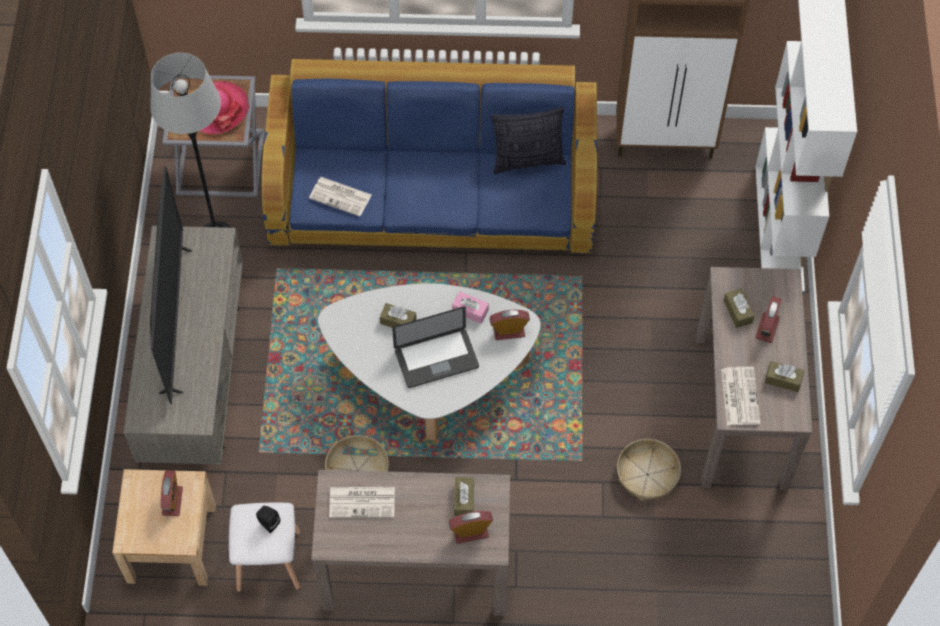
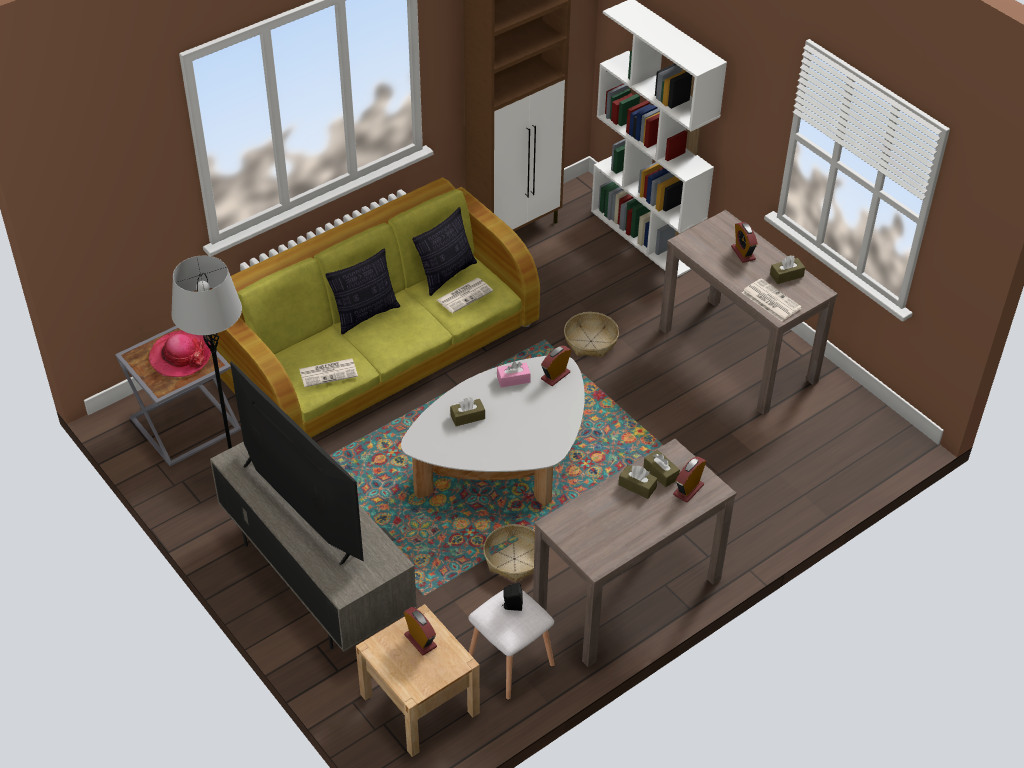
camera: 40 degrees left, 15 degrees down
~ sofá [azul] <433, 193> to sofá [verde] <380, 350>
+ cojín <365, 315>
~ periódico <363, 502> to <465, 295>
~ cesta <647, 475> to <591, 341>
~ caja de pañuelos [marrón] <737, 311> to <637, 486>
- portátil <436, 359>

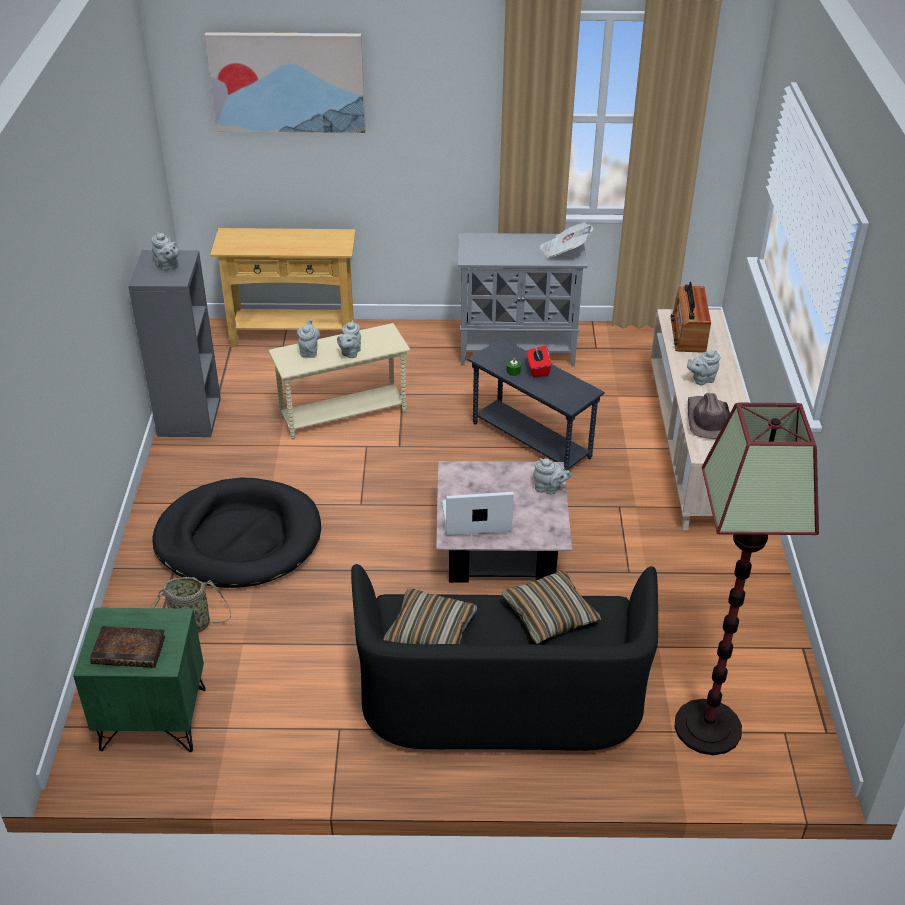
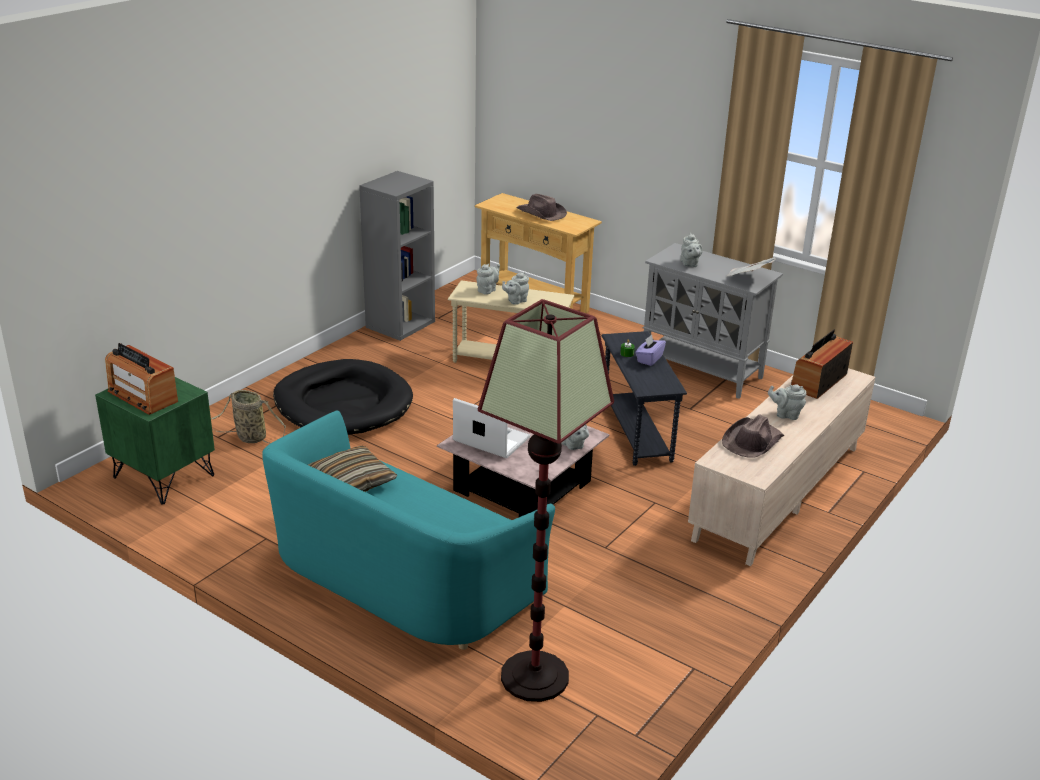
camera: 35 degrees right, 10 degrees down
~ libro <131, 650> to radio <142, 396>
~ sofá [negro] <501, 699> to sofá [turquesa] <398, 577>
+ sombrero [marrón] <541, 213>
~ caja de pañuelos [rojo] <537, 369> to caja de pañuelos [morado] <649, 359>
~ tetera [gris] <167, 266> to <689, 264>
- cuadro <287, 82>
- cojín <549, 615>

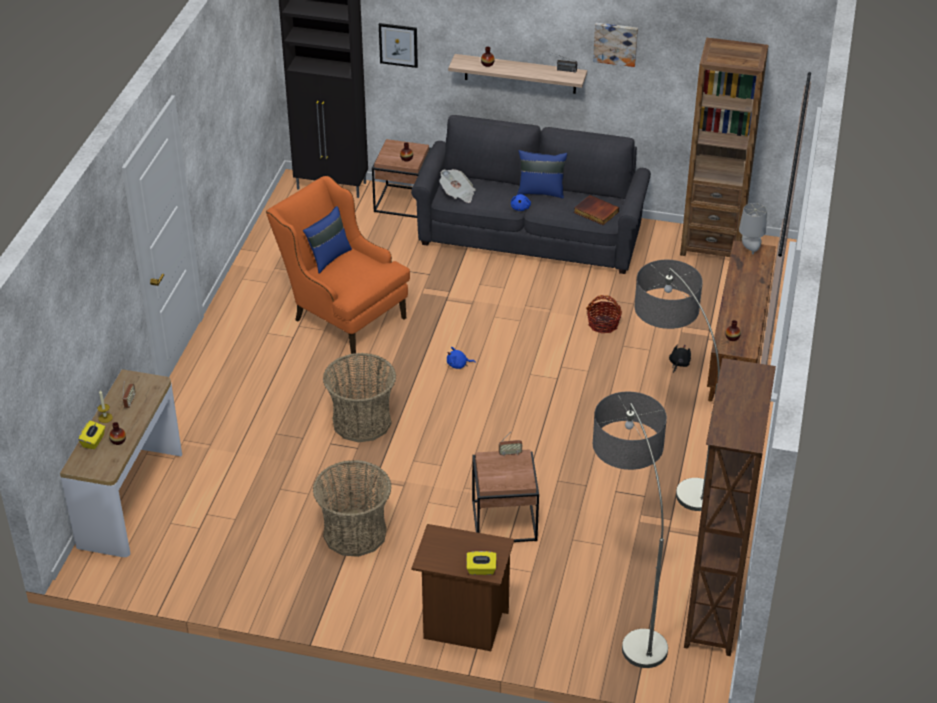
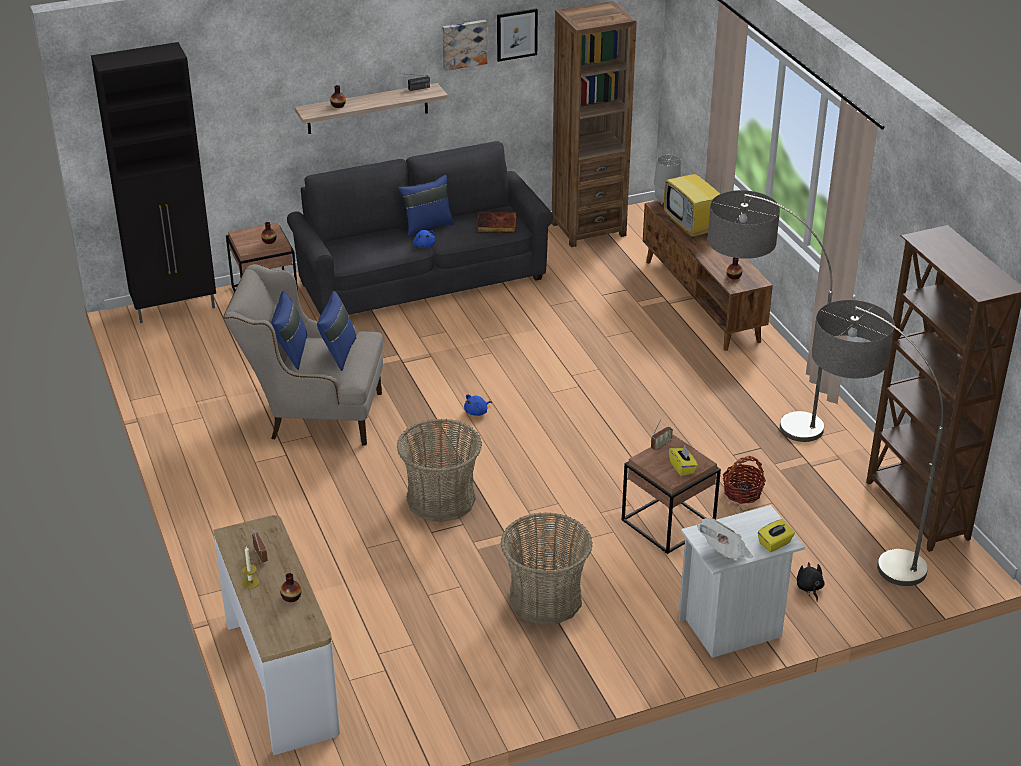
camera: 35 degrees left, 5 degrees down
~ sillón [naranja] <342, 314> to sillón [beis] <313, 414>
+ cojín [azul] <338, 353>
~ cuadro <398, 45> to <516, 34>
+ televisor <693, 226>
~ caja de pañuelos [amarillo] <93, 441> to <682, 468>
~ mesita de noche [marrón] <462, 625> to mesita de noche [blanco] <732, 628>
~ periódico <457, 194> to <724, 551>
~ cesta <603, 324> to <742, 492>
~ peluche [negro] <679, 364> to <809, 588>

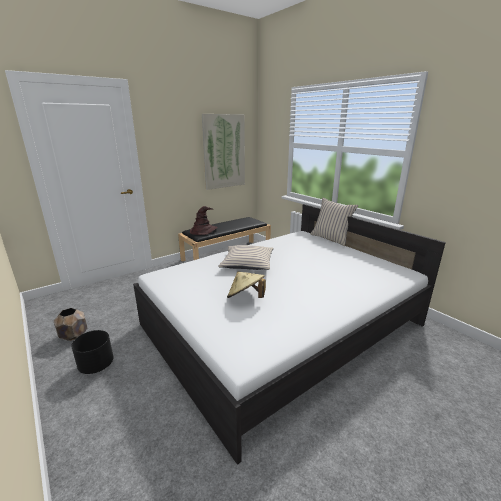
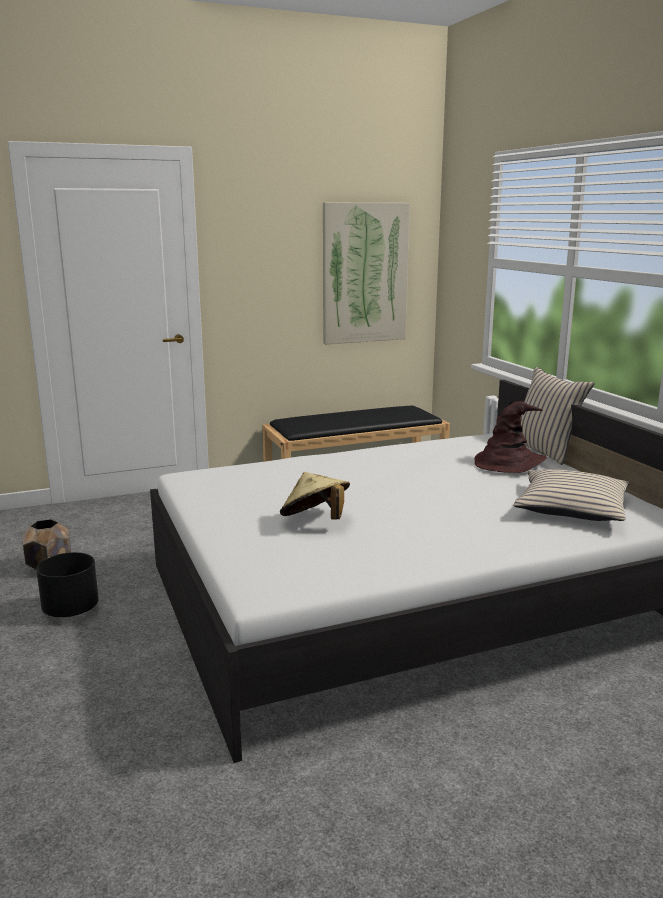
camera: 15 degrees right, 5 degrees down
~ sombrero [marrón] <203, 230> to <508, 462>
~ cojín [beis] <247, 263> to <571, 508>

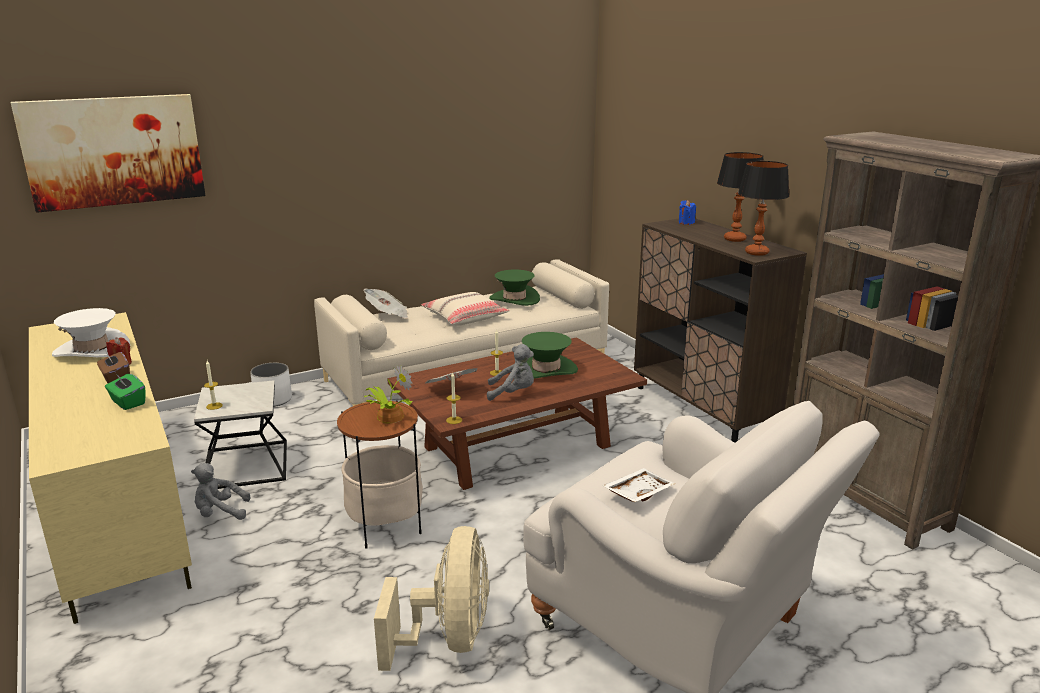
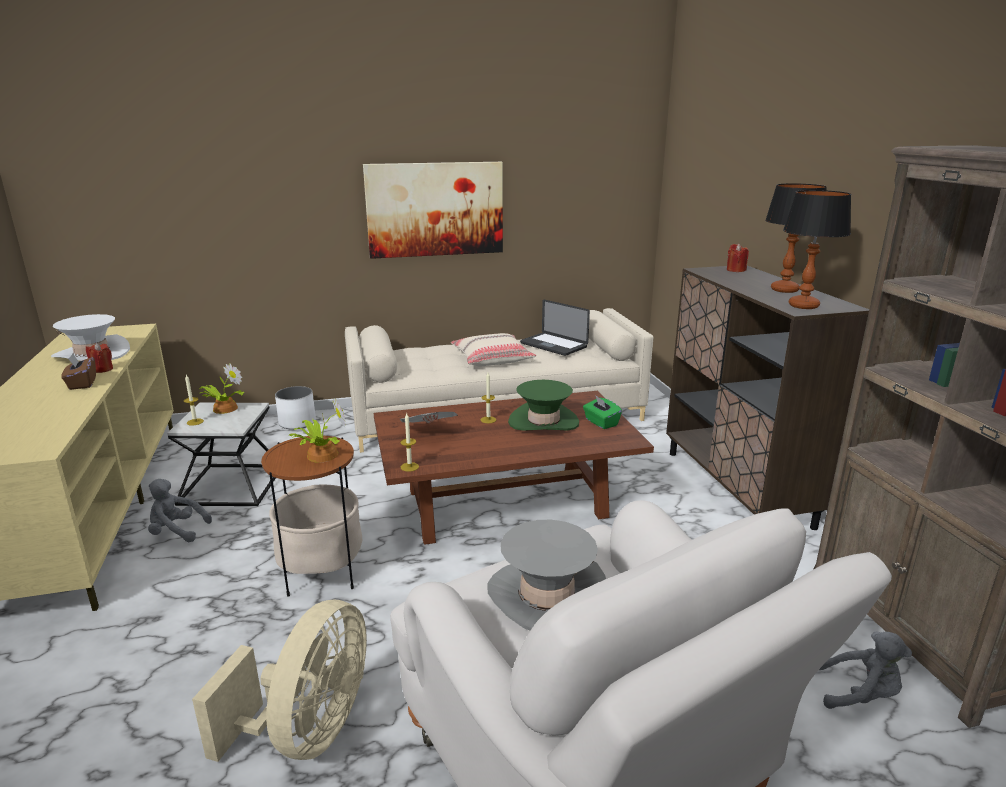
camera: 15 degrees right, 0 degrees up
+ planta en maceta <223, 409>
~ cuadro <114, 151> to <435, 209>
~ bandeja [blanco] <637, 493> to sombrero [gris] <547, 596>
~ sombrero [verde] <514, 299> to portátil <553, 345>
~ caja de pañuelos [verde] <127, 402> to <601, 422>
~ vela [azul] <686, 222> to vela [rojo] <735, 270>
~ peluche [gris] <513, 393> to <860, 695>
- periódico <388, 314>

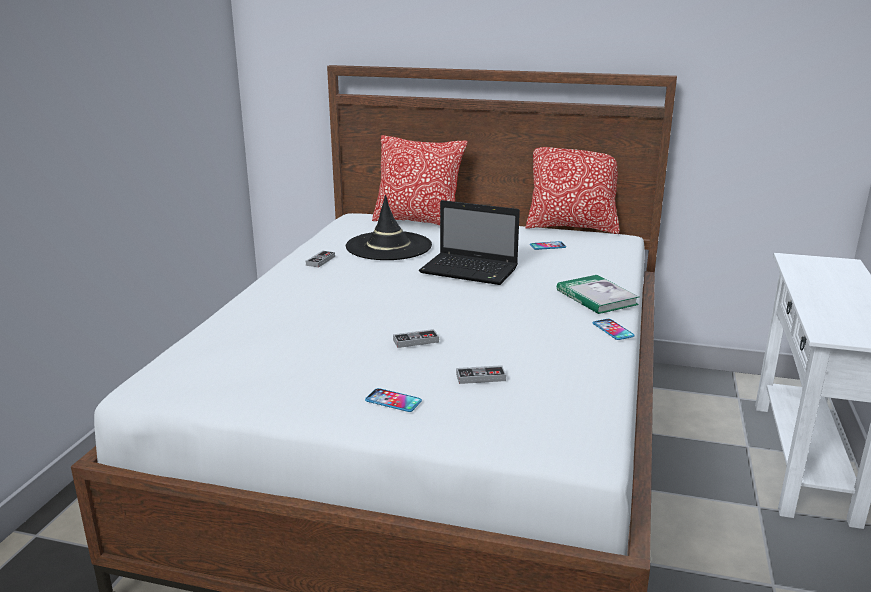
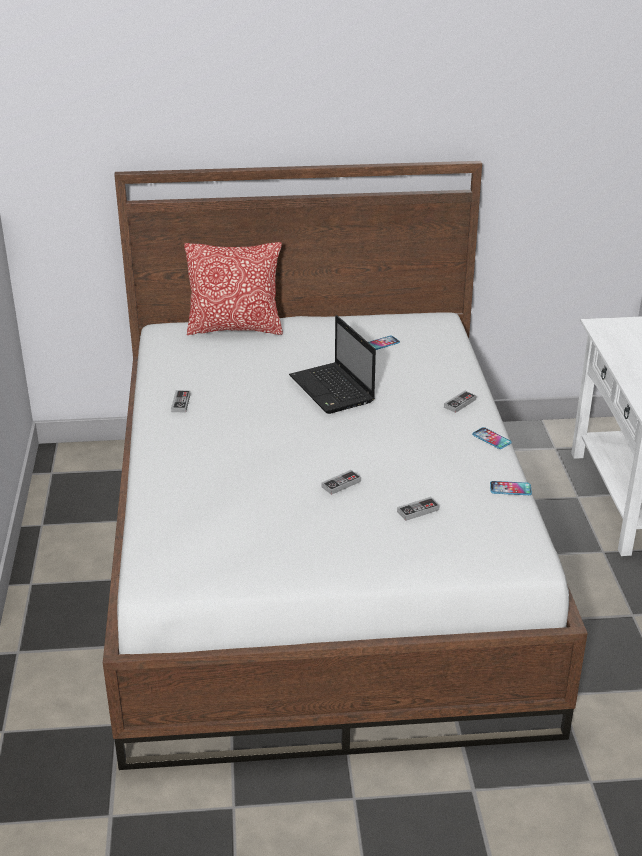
camera: 20 degrees left, 10 degrees up
~ portátil <471, 270> = <333, 390> 60 degrees clockwise
~ libro <596, 297> to mando de consola <460, 403>
~ móvil <393, 401> to <510, 489>
- sombrero [negro] <388, 246>
- cojín <572, 227>

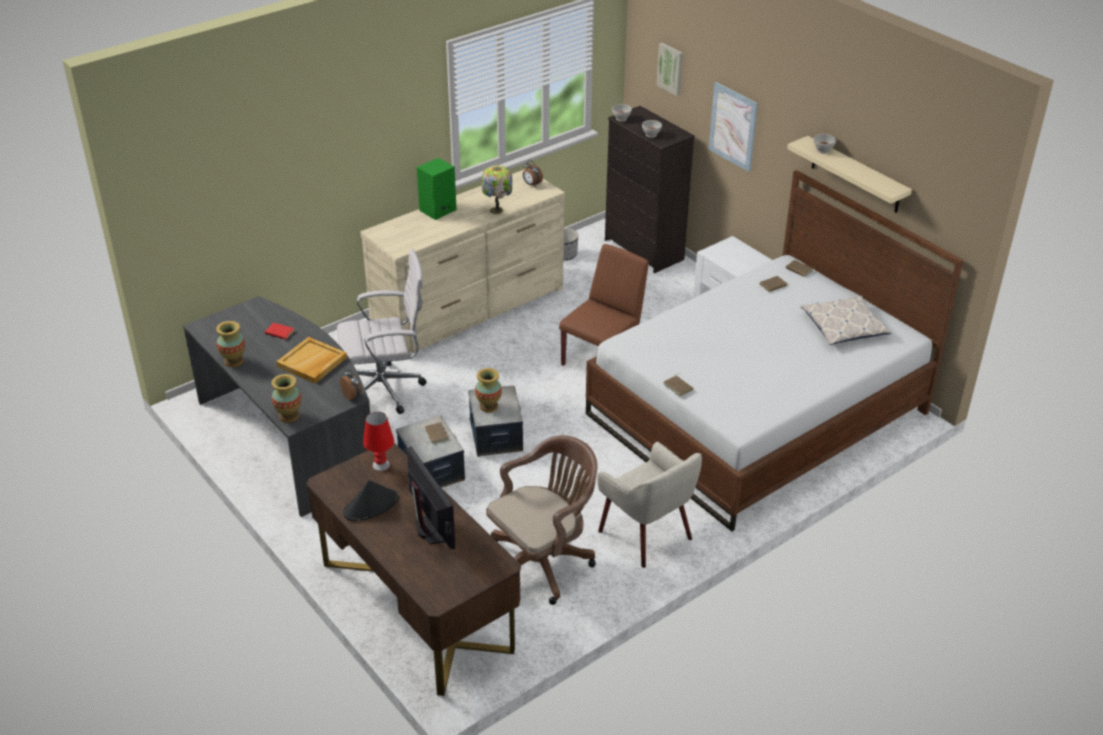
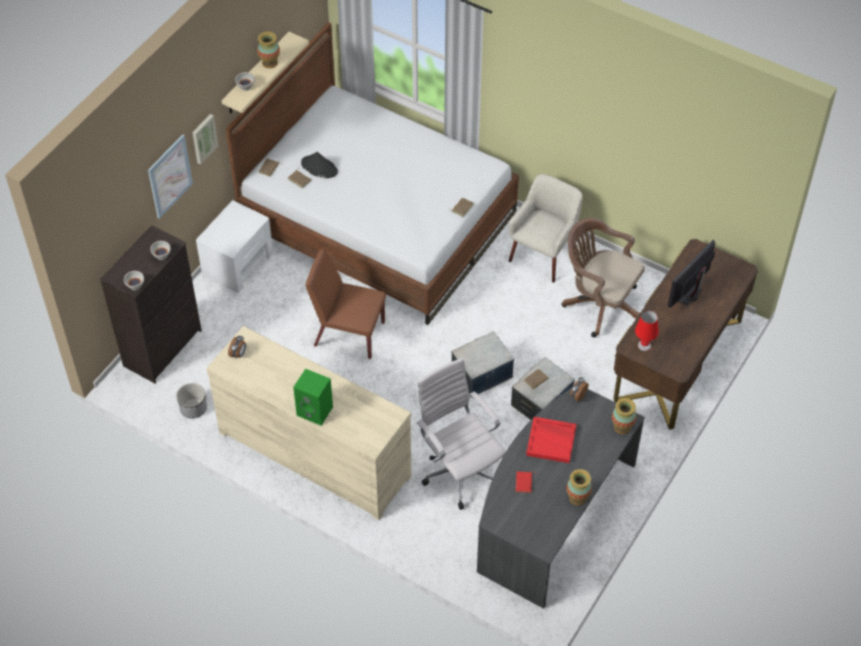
camera: 110 degrees left, 15 degrees up
~ cuadro <671, 68> to <203, 138>
~ florero <488, 406> to <270, 63>
~ sombrero [negro] <371, 505> to <319, 167>
~ bandeja [beis] <312, 362> to bandeja [rojo] <551, 441>
- lámpara de mesa <497, 211>
- cojín <844, 327>

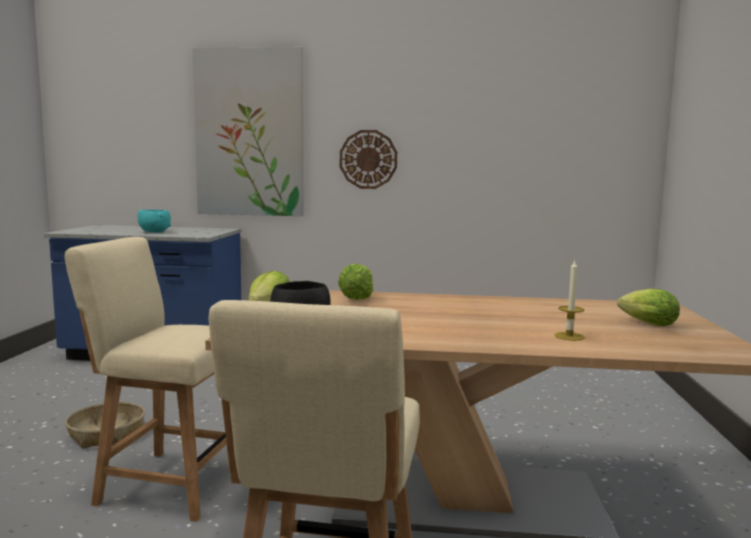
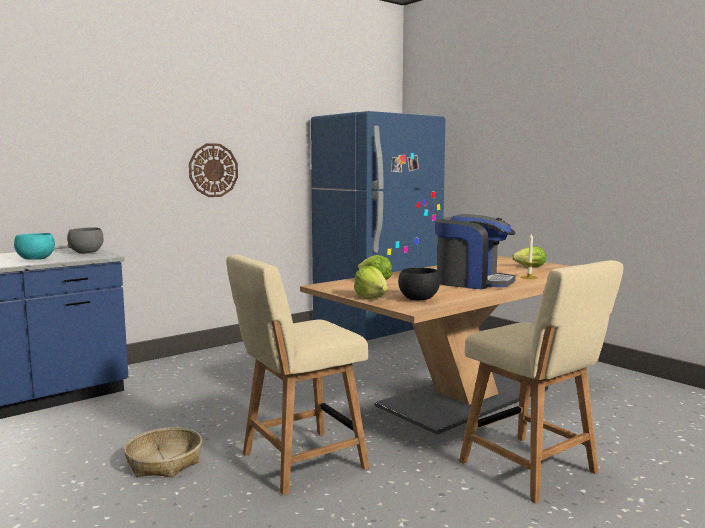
camera: 45 degrees left, 0 degrees up
+ cuenco [gris] <87, 252>
+ nevera [azul] <377, 328>
+ cafetera <472, 282>
- cuadro <249, 133>

